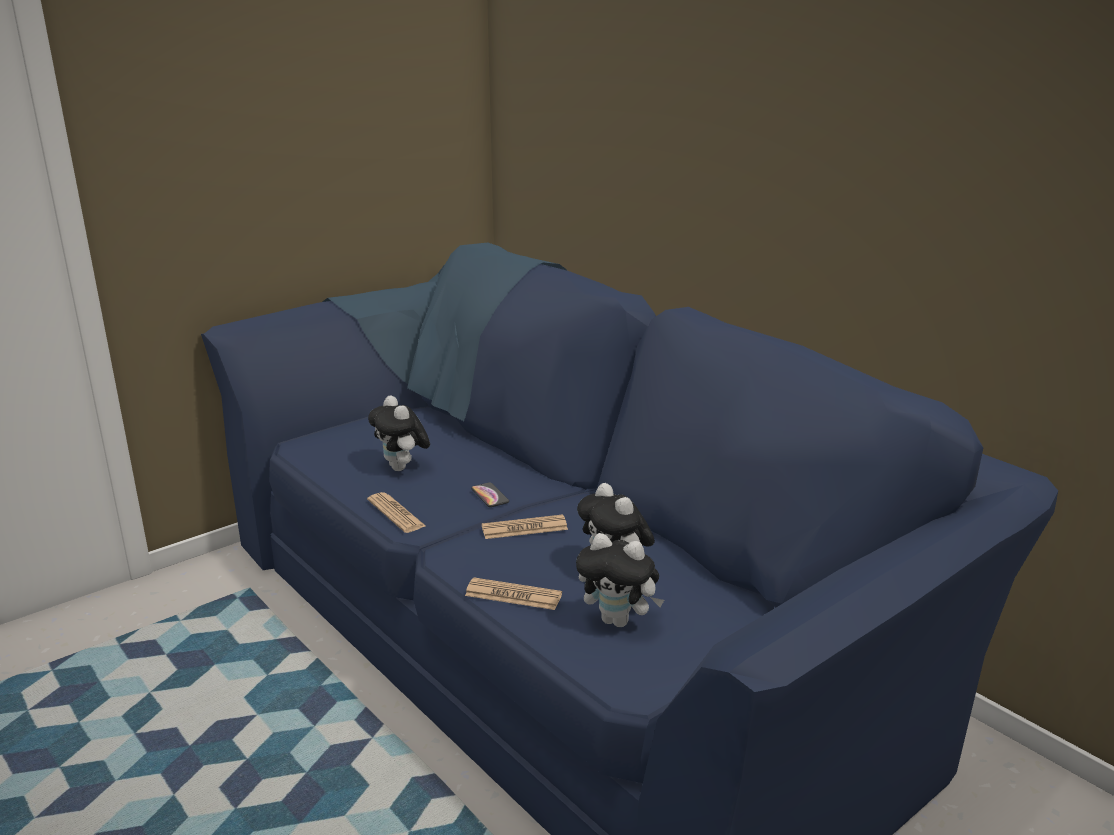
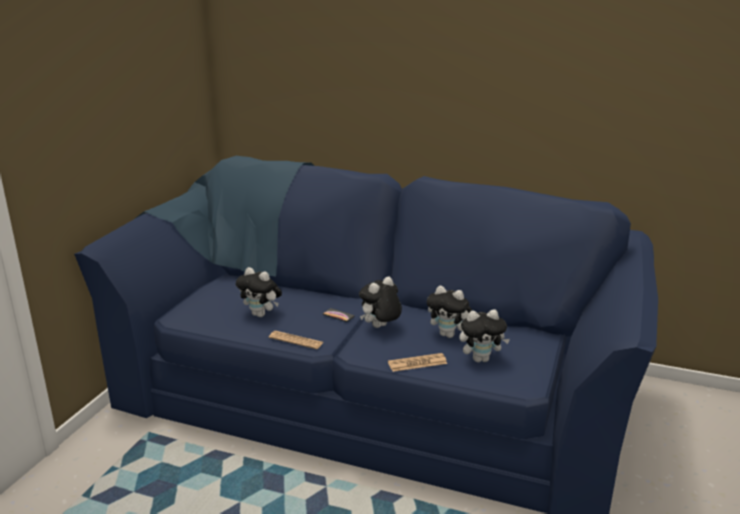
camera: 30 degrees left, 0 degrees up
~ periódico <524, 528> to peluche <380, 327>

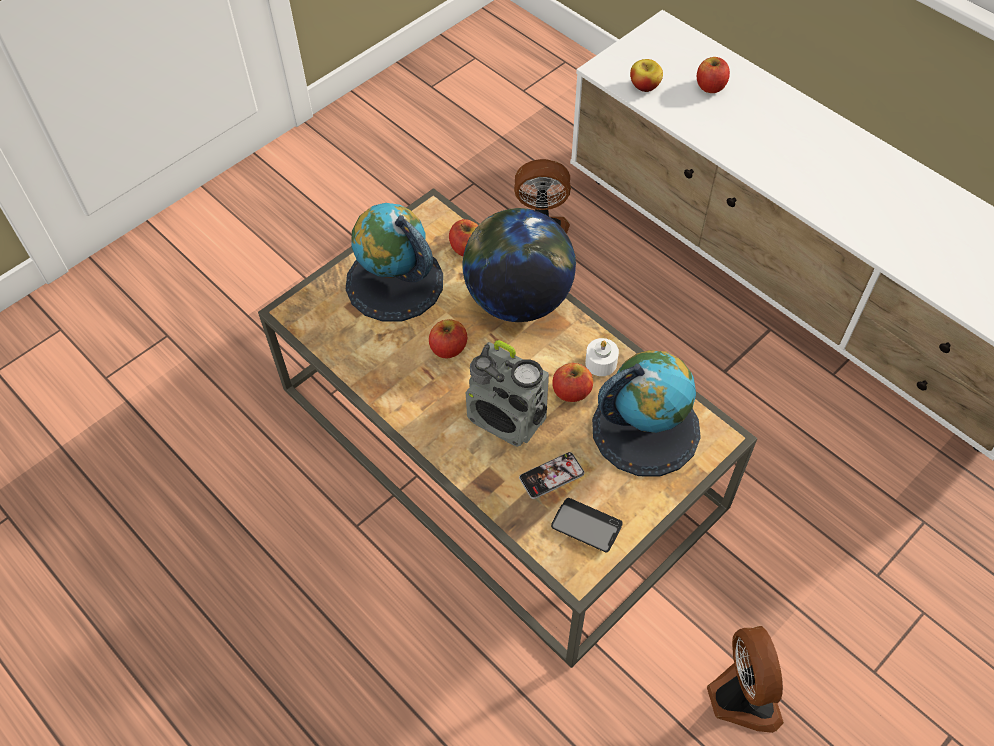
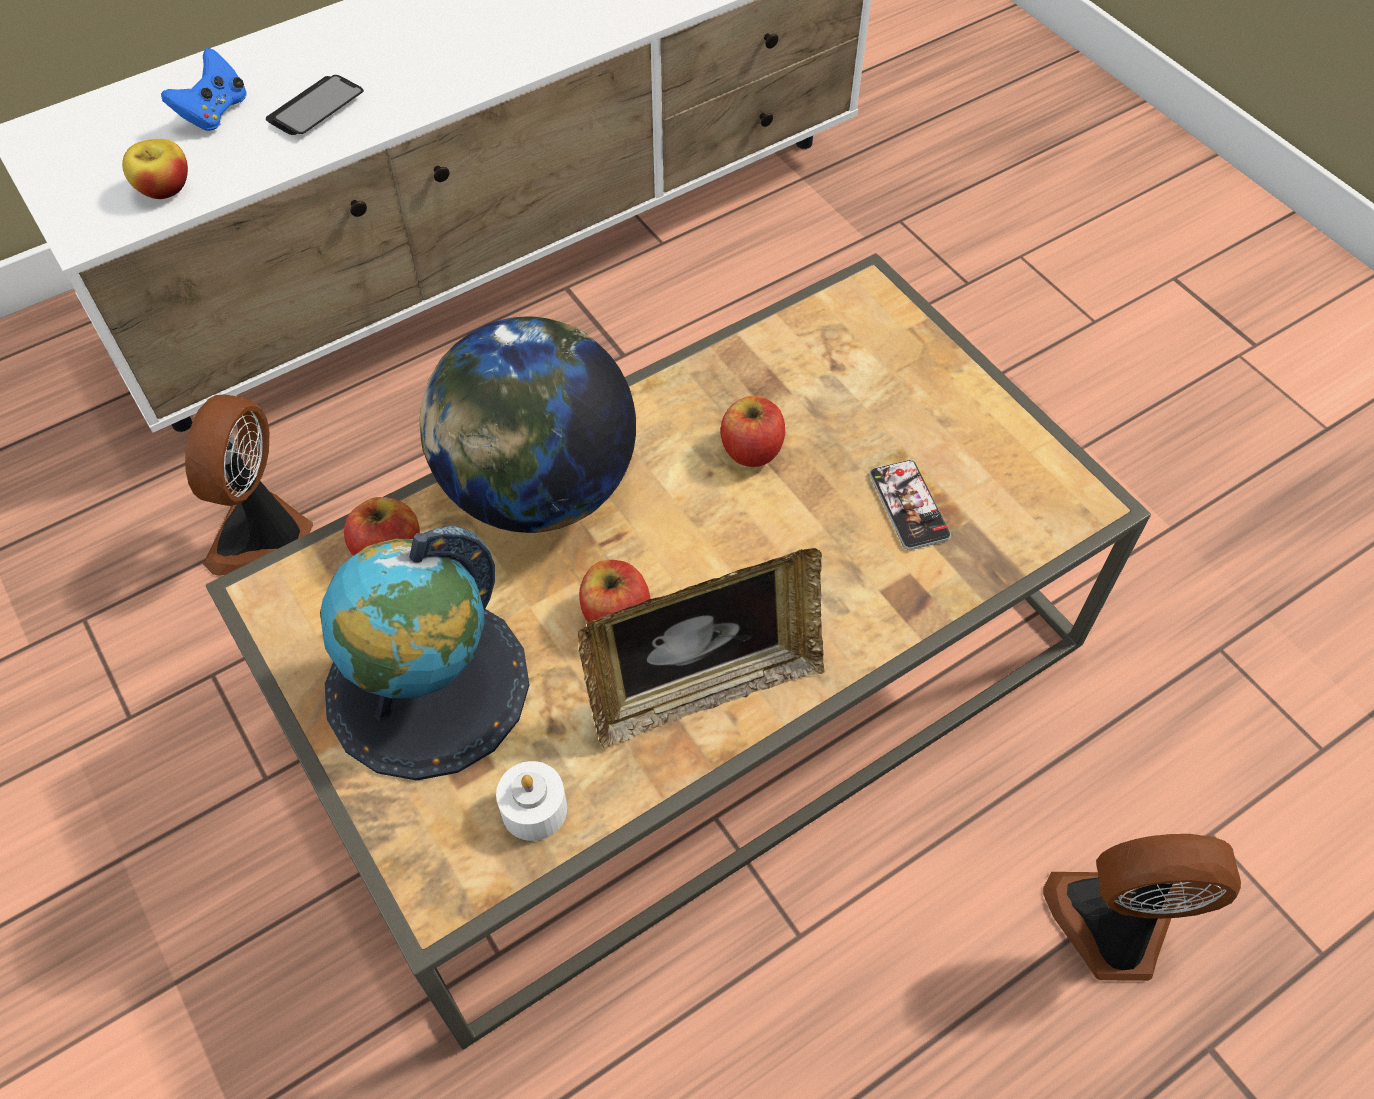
camera: 80 degrees left, 0 degrees up
~ manzana <710, 86> to mando de consola [azul] <214, 112>
~ móvil <586, 525> to <315, 108>
~ vela [blanco] <601, 363> to <534, 809>
+ portarretratos <704, 689>
~ ventilador <741, 696> to <1112, 926>
- radio <507, 419>
- globo terráqueo <645, 428>

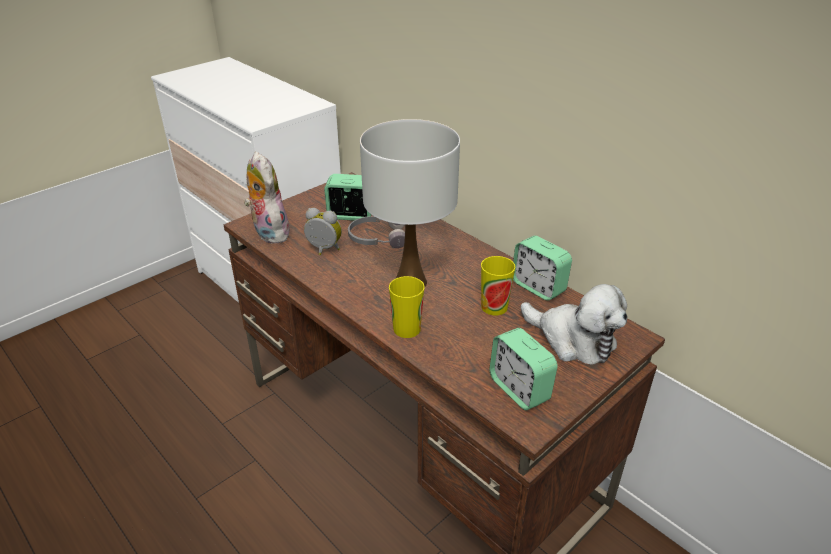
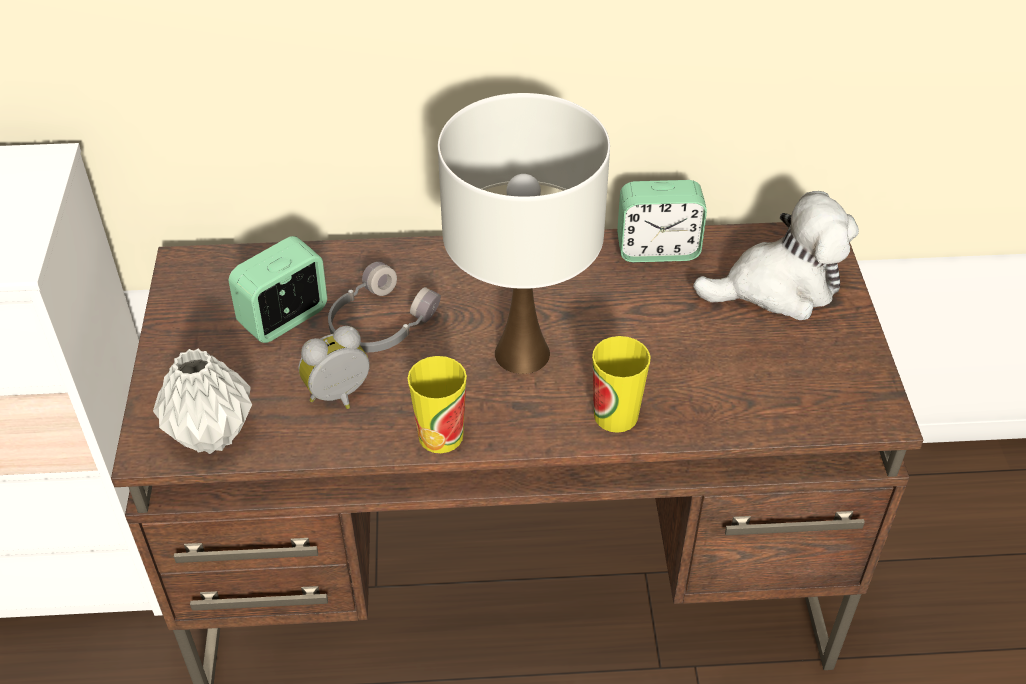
camera: 50 degrees left, 10 degrees up
~ peluche <268, 233> to florero [gris] <213, 435>
~ taza <494, 307> to <440, 435>
- despertador <519, 389>

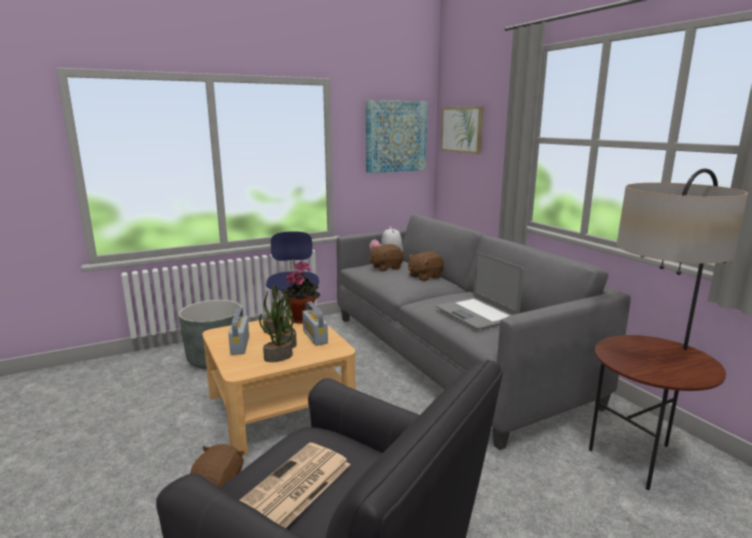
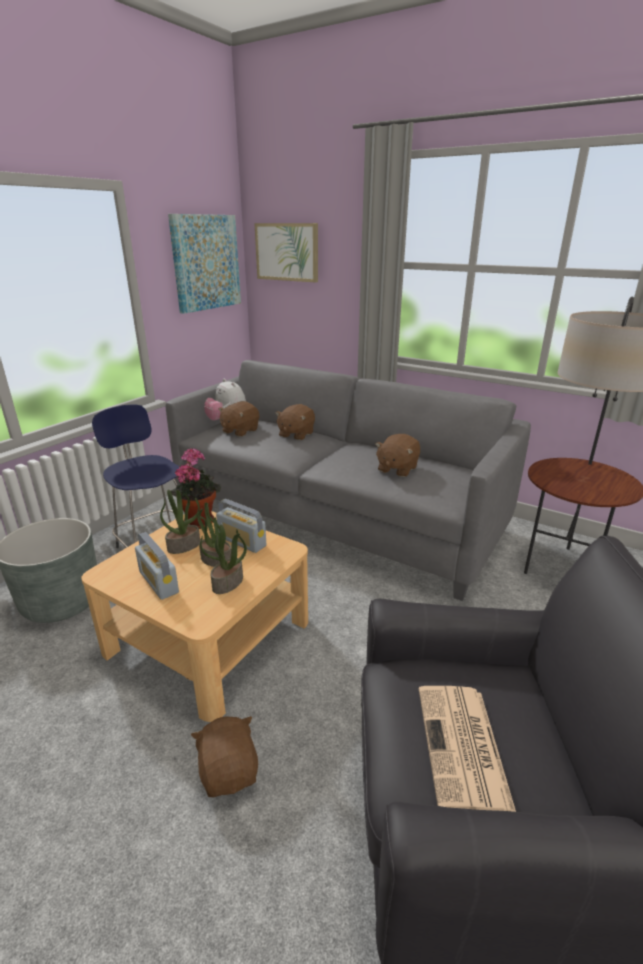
camera: 30 degrees left, 10 degrees up
~ portátil <476, 314> to peluche [marrón] <397, 469>

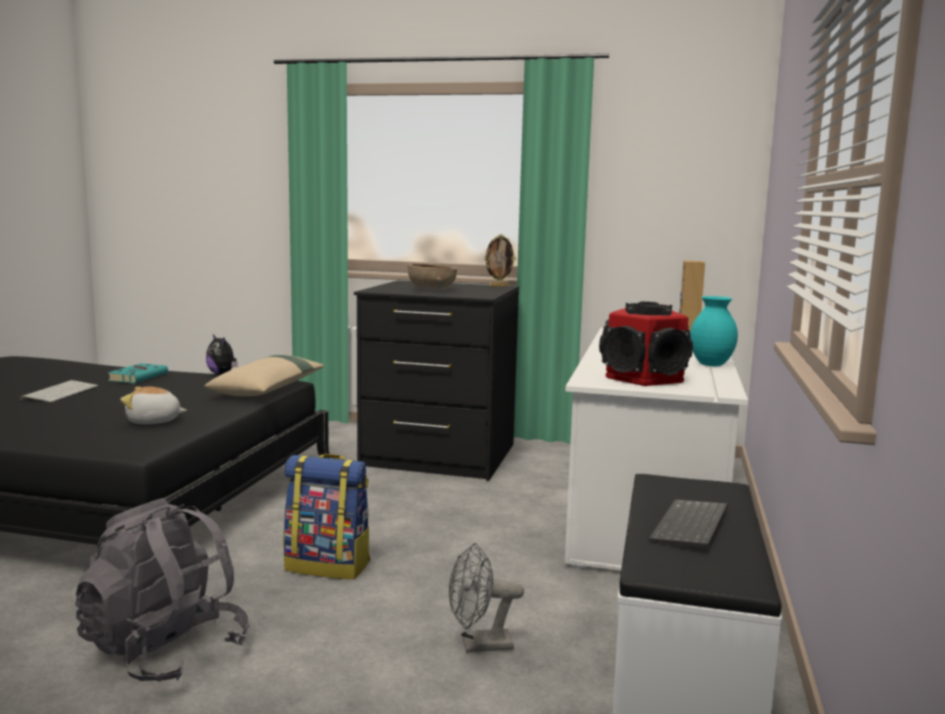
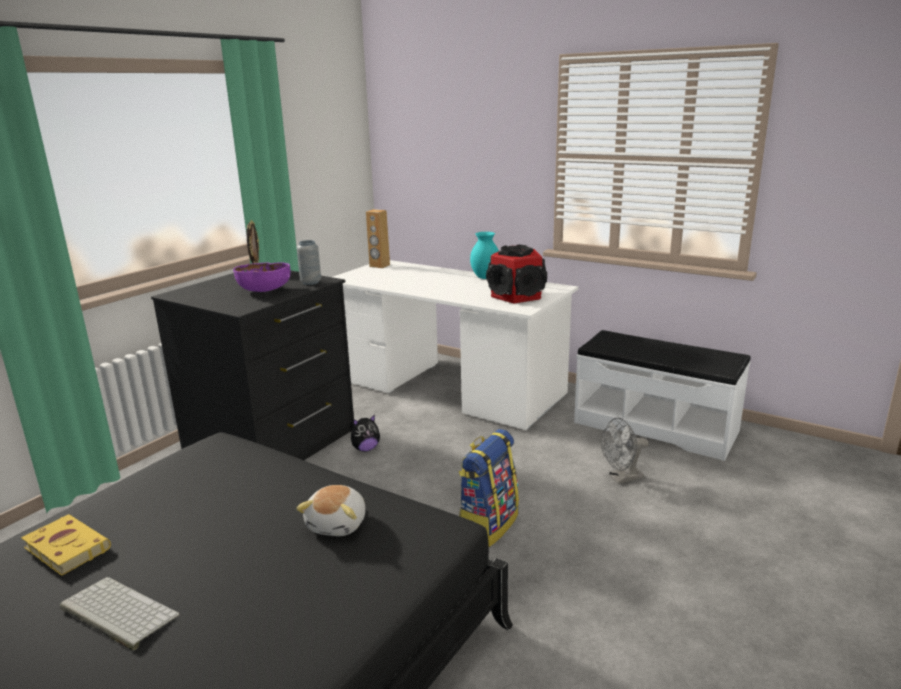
camera: 70 degrees left, 10 degrees up
~ libro [turquesa] <139, 377> to libro [amarillo] <65, 548>
~ cuenco [marrón] <431, 290> to cuenco [morado] <264, 291>
+ florero [gris] <311, 282>
~ peluche <222, 374> to <365, 449>
~ ventilador [gris] <479, 645> = <621, 478> 60 degrees clockwise
- mochila [gris] <165, 651>
- cojín [beis] <269, 388>
- teclado <692, 527>

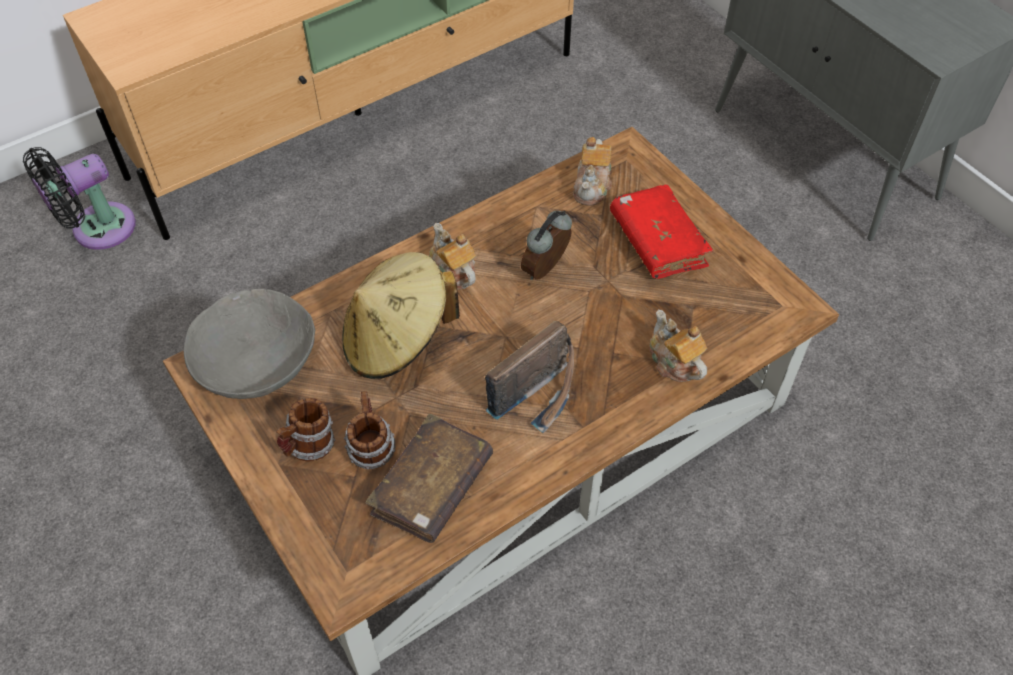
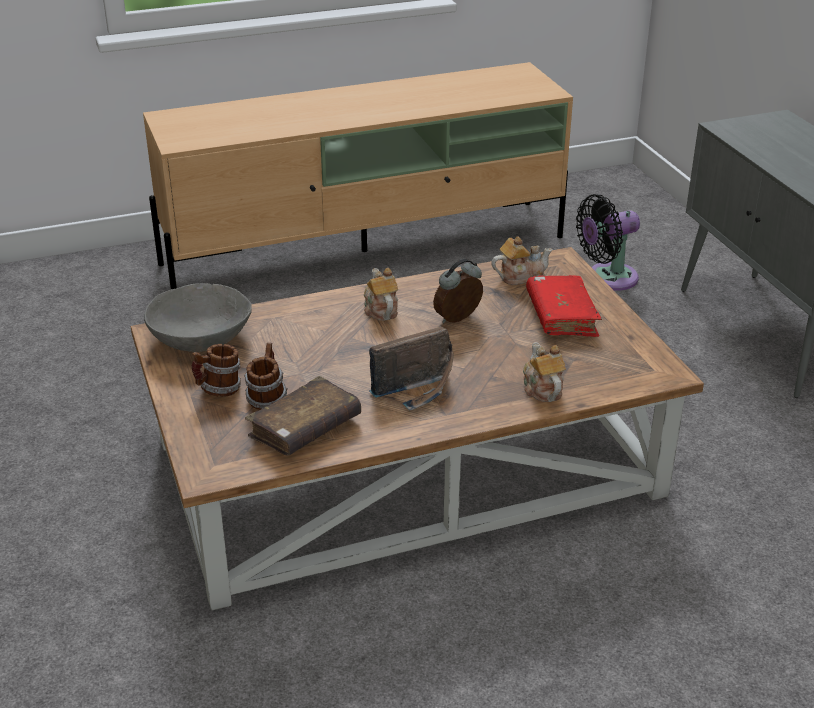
camera: 15 degrees right, 20 degrees down
~ tetera <592, 186> = <520, 276> 135 degrees counterclockwise
~ ventilador [negro] <97, 230> to <607, 278>
- sombrero [beis] <397, 340>

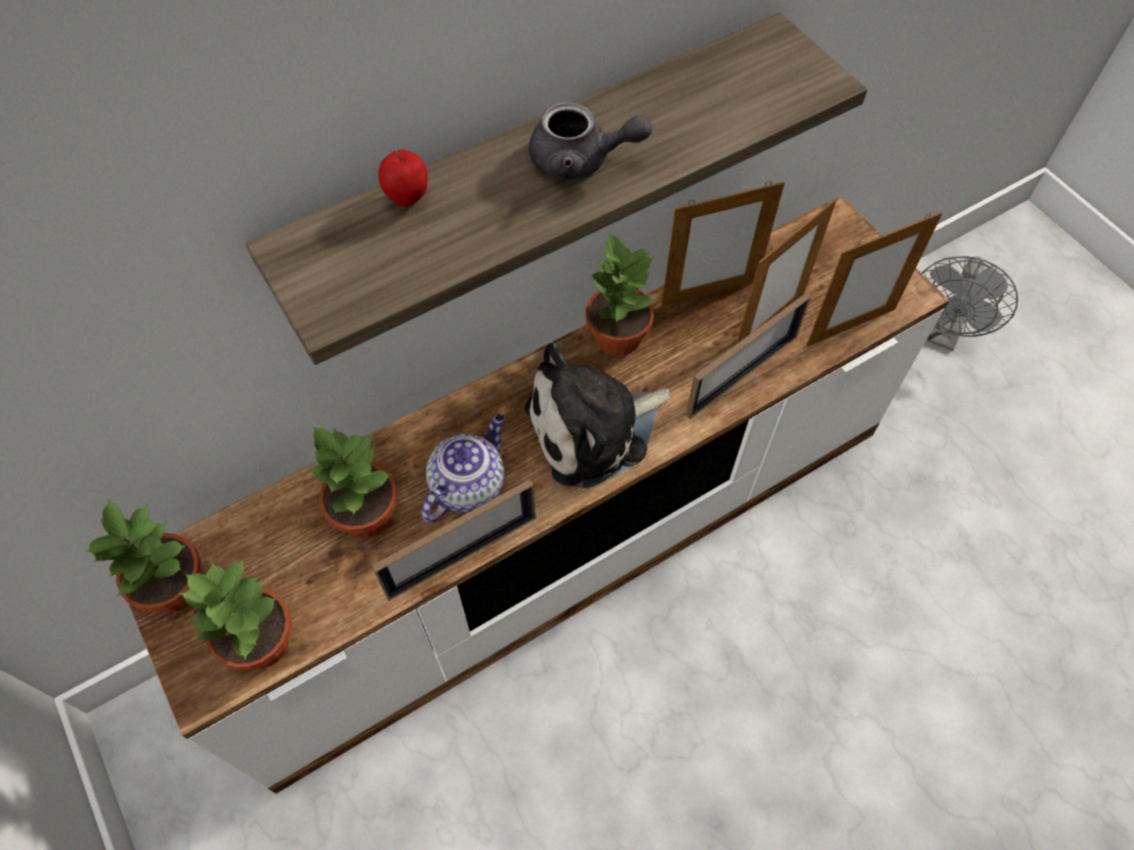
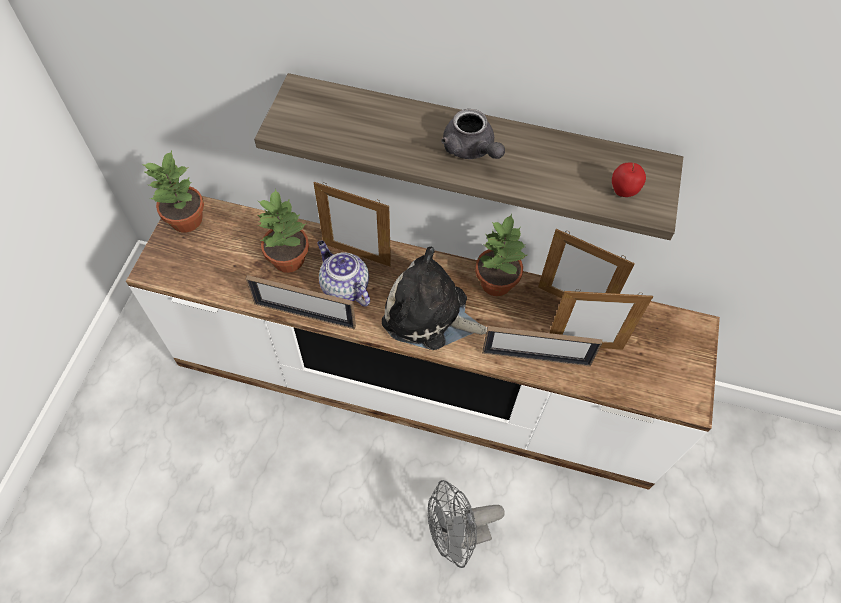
camera: 45 degrees right, 0 degrees up
~ portarretratos <851, 327> to <357, 254>
~ tetera <468, 485> = <344, 287> 120 degrees counterclockwise
~ ventilador [gris] <942, 334> to <457, 536>
~ manzana <408, 200> to <622, 192>
- planta en maceta <262, 643>

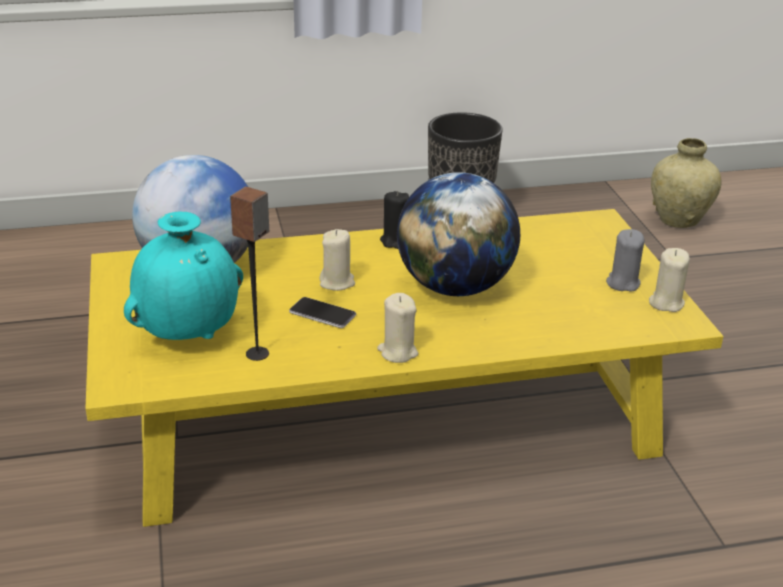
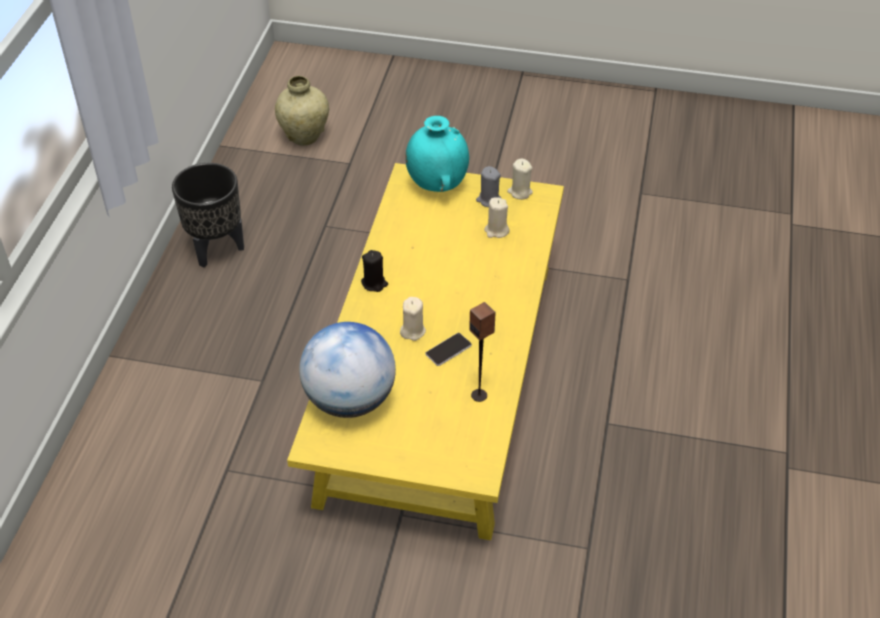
camera: 65 degrees left, 15 degrees up
~ florero [turquesa] <190, 335> to <437, 184>
~ vela [beis] <397, 352> to <496, 230>
- globo terráqueo <455, 287>

